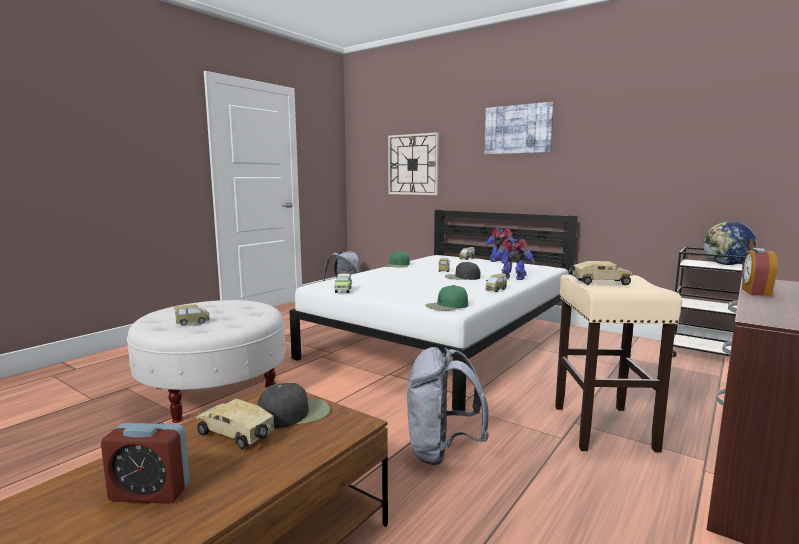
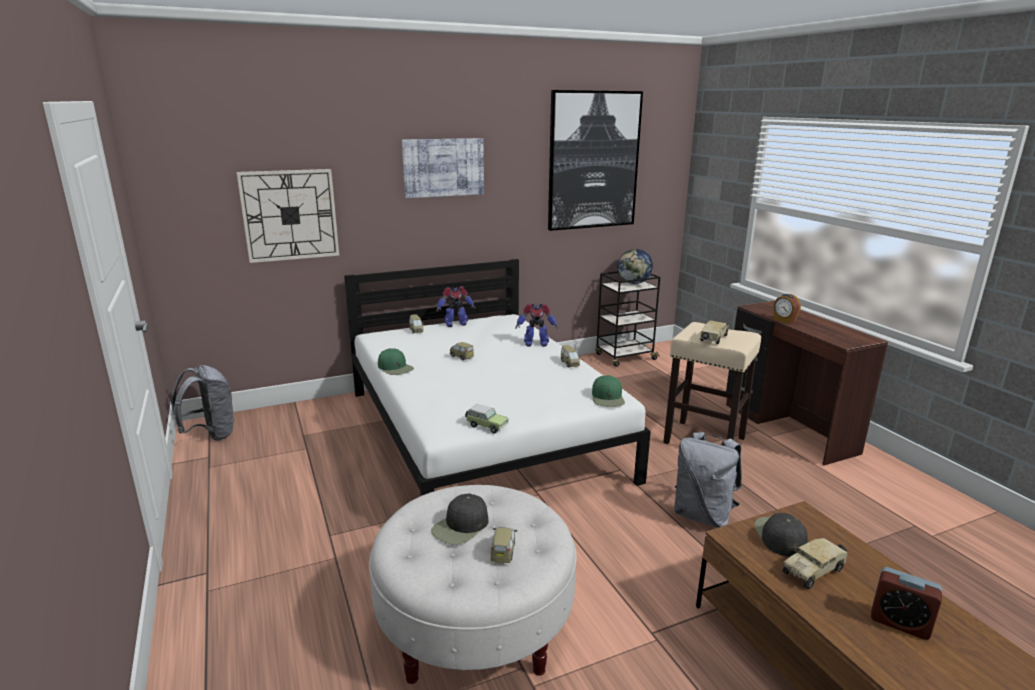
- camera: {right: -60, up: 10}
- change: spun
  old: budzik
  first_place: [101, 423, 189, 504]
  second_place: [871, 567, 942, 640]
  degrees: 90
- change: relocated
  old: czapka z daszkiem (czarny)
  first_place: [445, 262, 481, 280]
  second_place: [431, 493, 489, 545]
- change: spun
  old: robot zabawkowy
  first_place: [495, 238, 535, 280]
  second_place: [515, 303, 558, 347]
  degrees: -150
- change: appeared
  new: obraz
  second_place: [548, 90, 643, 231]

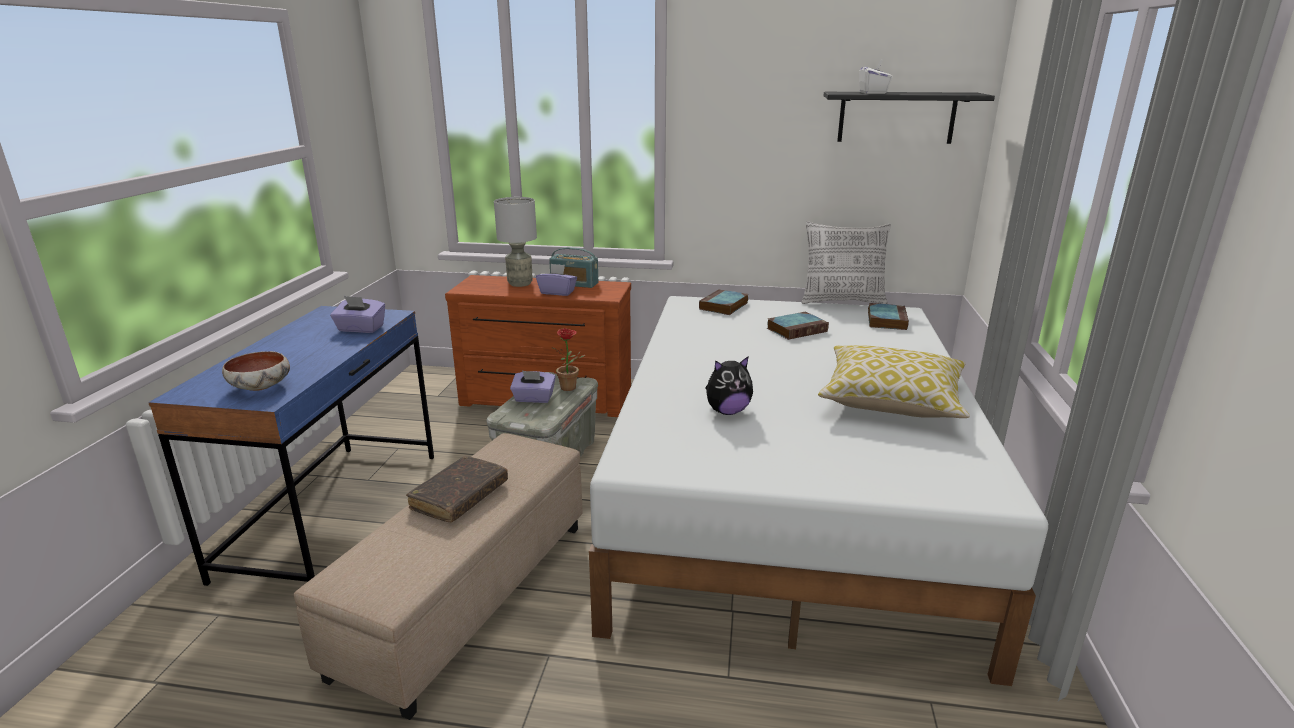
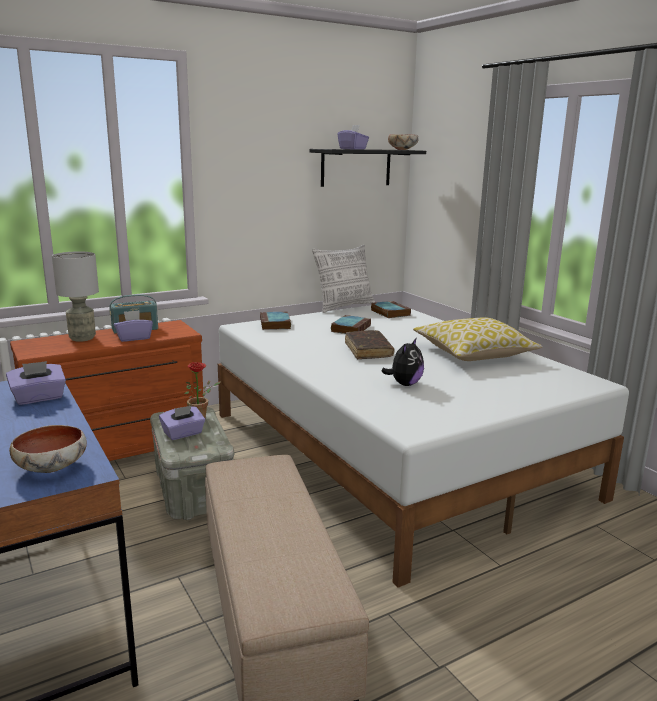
- camera: {right: -40, up: -5}
- change: relocated
  old: książka (brązowy)
  first_place: [406, 456, 508, 522]
  second_place: [345, 330, 394, 359]
- change: colour
  old: pudełko chusteczek (biały)
  new: pudełko chusteczek (fioletowy)
  first_place: [859, 59, 893, 94]
  second_place: [337, 125, 369, 150]
- change: appeared
  new: miska
  second_place: [388, 134, 418, 150]

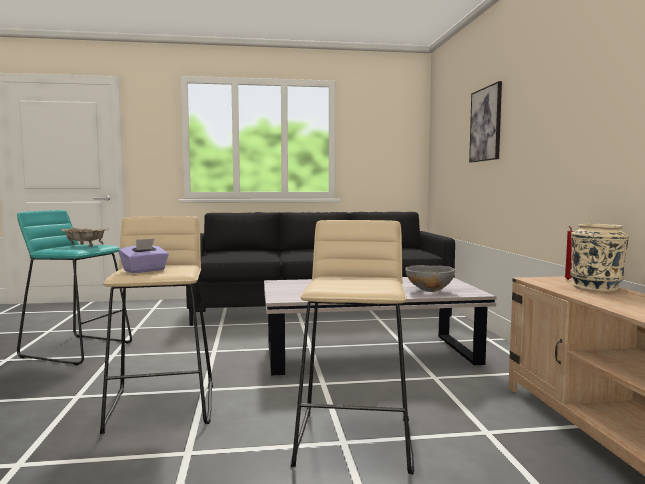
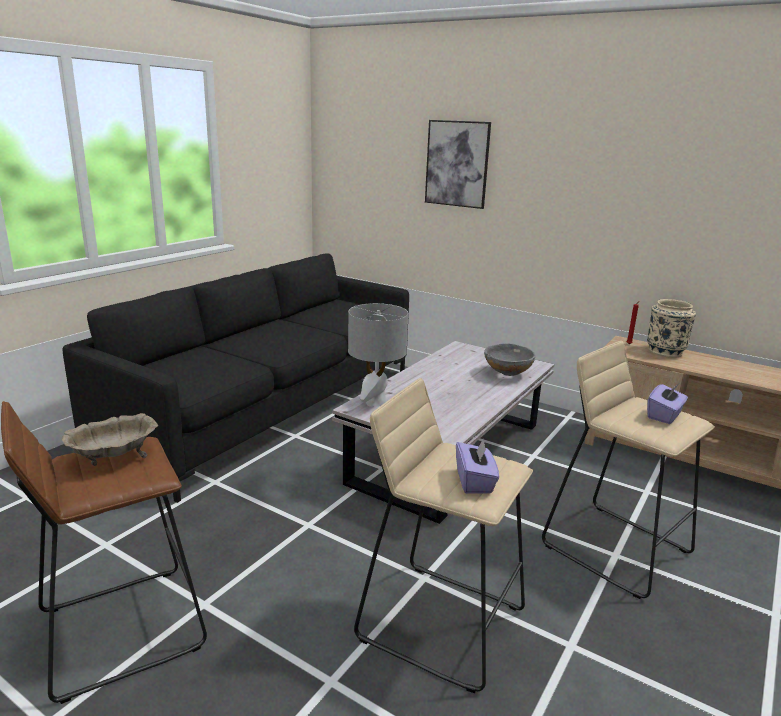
- camera: {right: -50, up: 15}
- change: colour
  old: stołek (turkusowy)
  new: stołek (brązowy)
  first_place: [17, 210, 132, 365]
  second_place: [1, 401, 207, 704]
- change: appeared
  new: lampa stołowa (szary)
  second_place: [348, 303, 408, 407]
- change: appeared
  new: pudełko chusteczek (fioletowy)
  second_place: [647, 384, 688, 424]

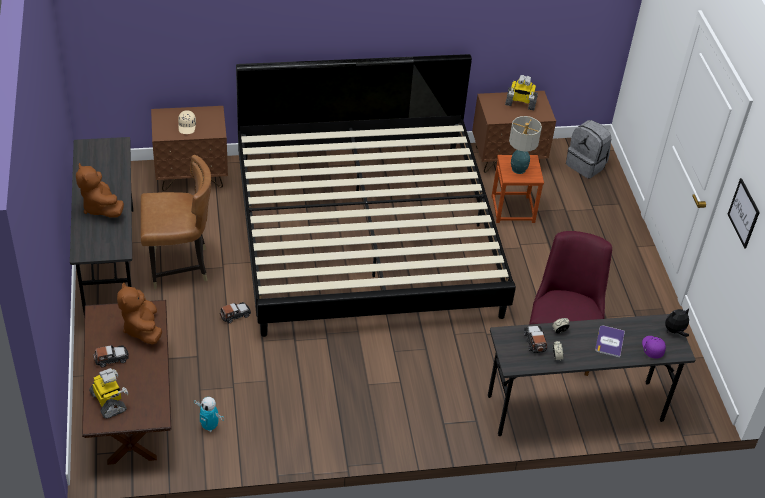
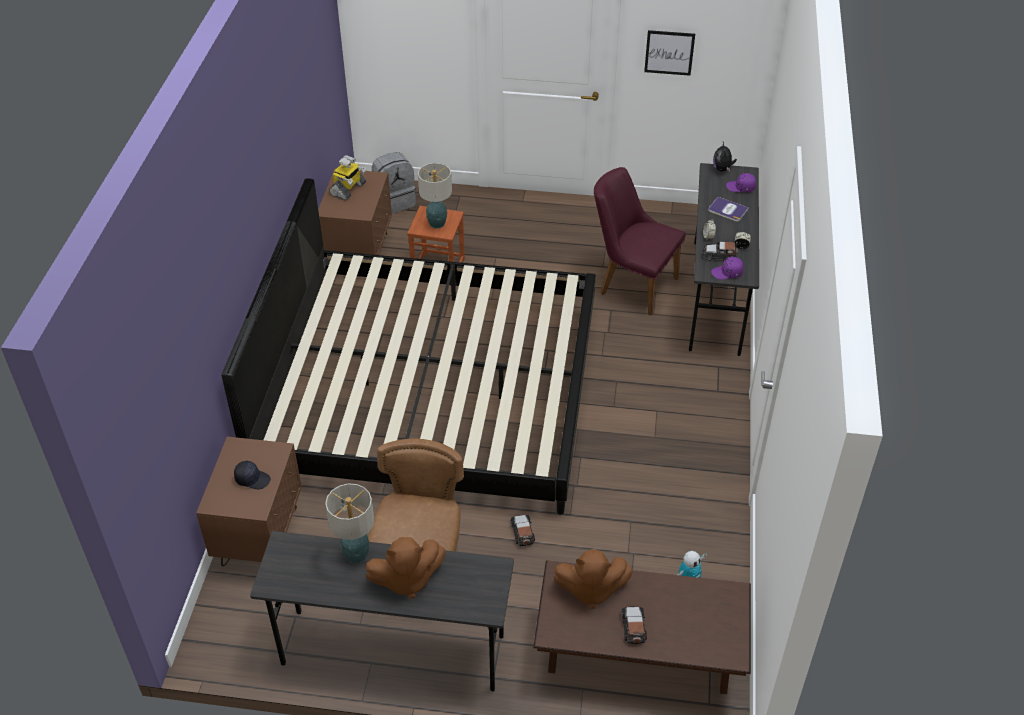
- camera: {right: -70, up: 0}
- change: missing
  old: robot zabawkowy
  first_place: [89, 368, 128, 419]
- change: colour
  old: czapka z daszkiem (beżowy)
  new: czapka z daszkiem (czarny)
  first_place: [178, 110, 196, 134]
  second_place: [234, 461, 271, 489]
- change: appeared
  new: lampa stołowa
  second_place: [325, 484, 374, 563]
- change: appeared
  new: czapka z daszkiem (fioletowy)
  second_place: [711, 257, 744, 280]

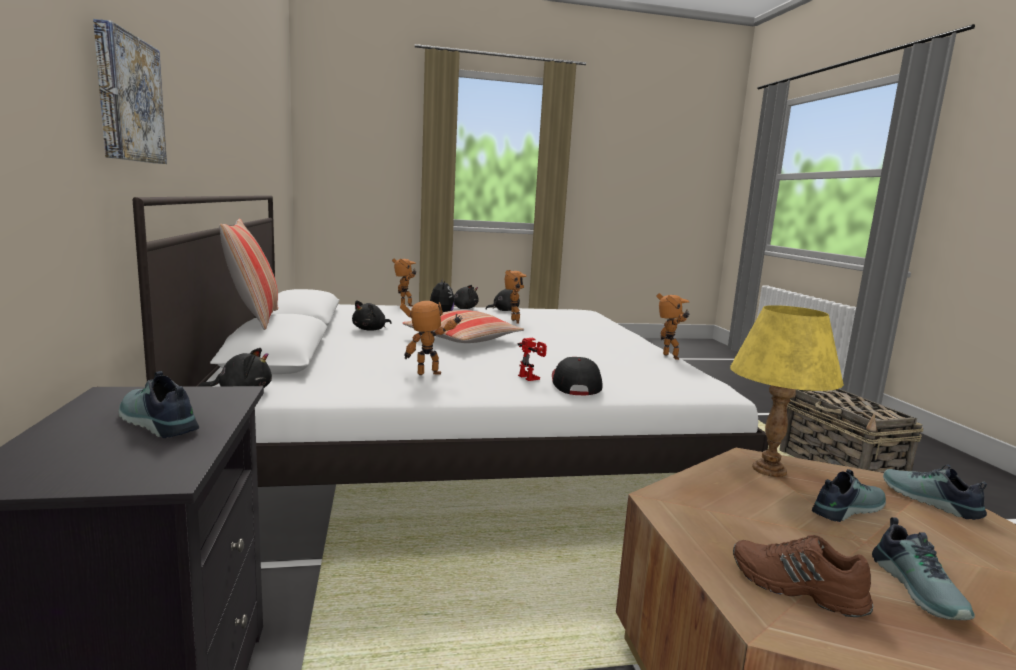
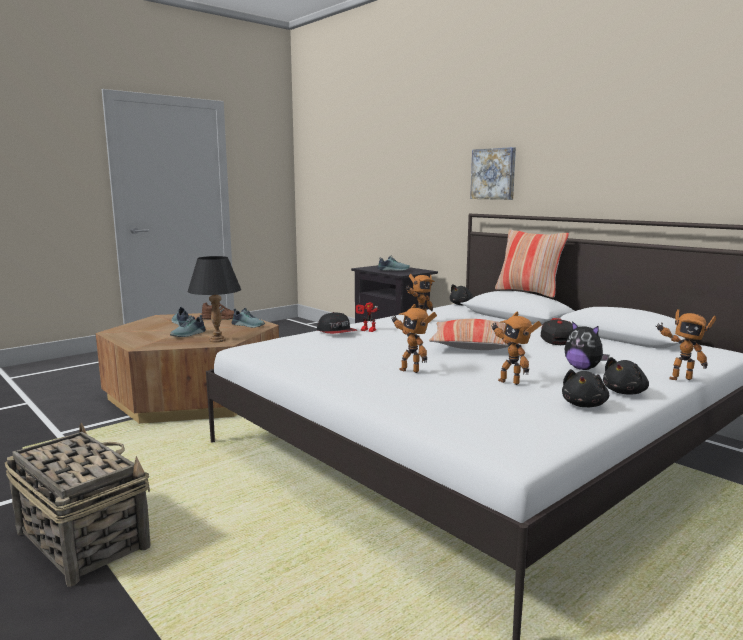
- camera: {right: 150, up: 0}
- change: exchanged
  old: pluszak (czarny)
  new: czapka z daszkiem
  first_place: [352, 300, 392, 331]
  second_place: [541, 318, 572, 345]
- change: relocated
  old: robot zabawkowy
  first_place: [656, 293, 690, 360]
  second_place: [391, 304, 437, 373]
- change: colour
  old: lampa stołowa (żółty)
  new: lampa stołowa (czarny)
  first_place: [730, 305, 844, 477]
  second_place: [188, 256, 241, 342]
- change: relocated
  old: but
  first_place: [883, 465, 987, 520]
  second_place: [232, 308, 265, 328]

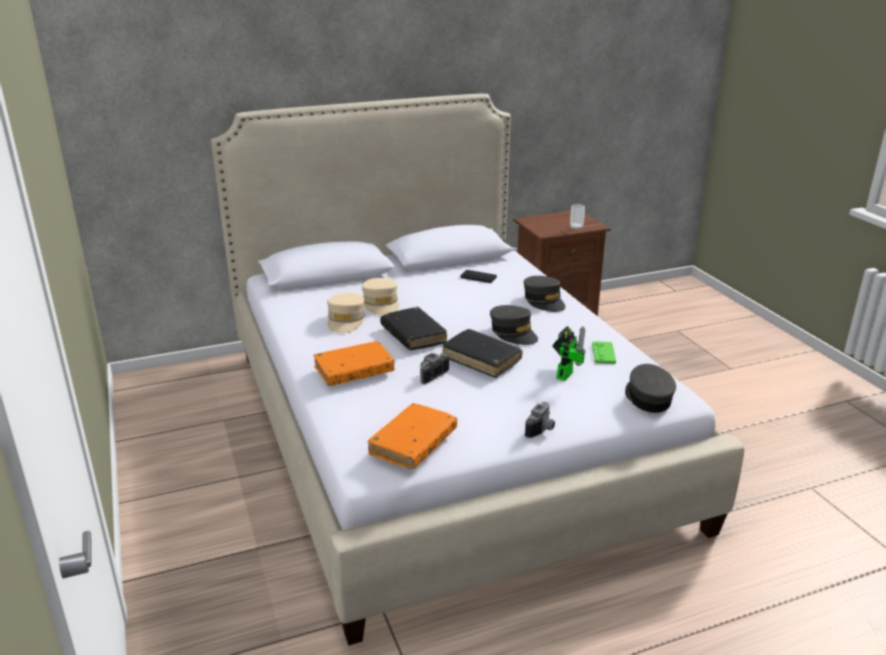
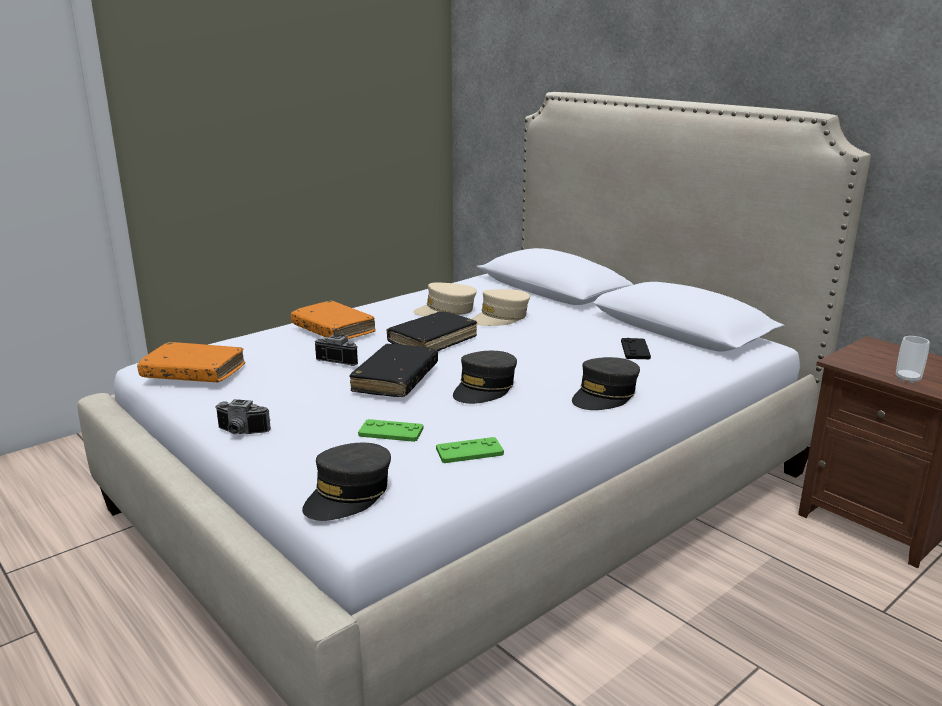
- camera: {right: 70, up: -5}
- change: exchanged
  old: robot zabawkowy
  new: pad do gier (zielony)
  first_place: [552, 326, 586, 381]
  second_place: [358, 419, 423, 442]
- change: spun
  old: czapka z daszkiem (szary)
  first_place: [625, 364, 676, 413]
  second_place: [302, 443, 391, 521]
  degrees: 150

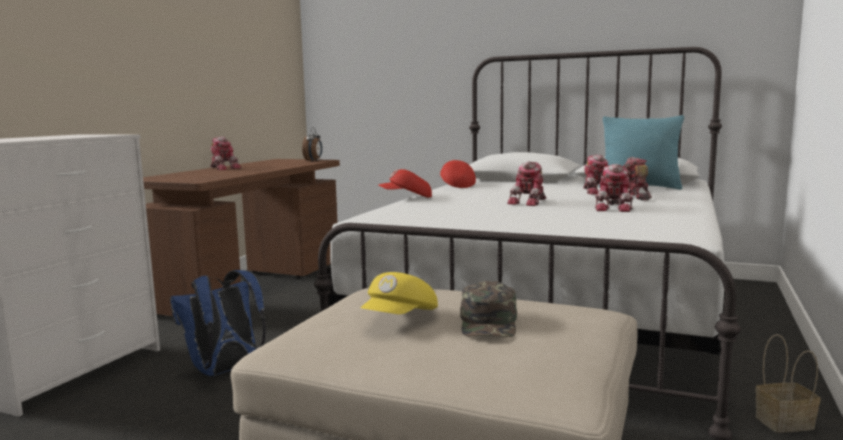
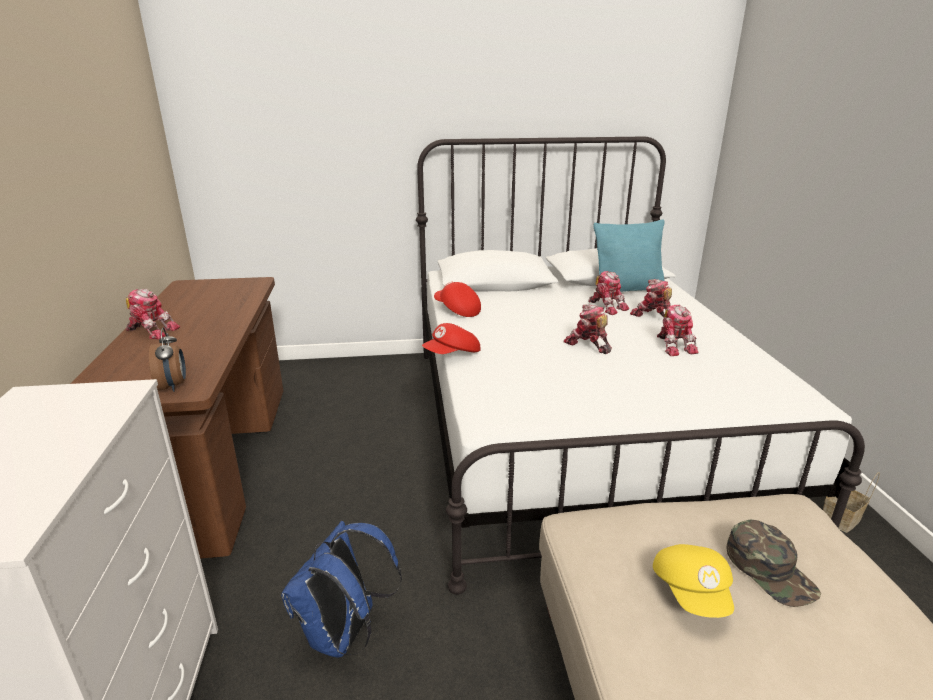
- camera: {right: -30, up: 15}
- change: relocated
  old: budzik
  first_place: [302, 128, 322, 161]
  second_place: [149, 328, 186, 392]
- change: spun
  old: robot zabawkowy
  first_place: [507, 161, 546, 206]
  second_place: [563, 304, 612, 354]
  degrees: 135

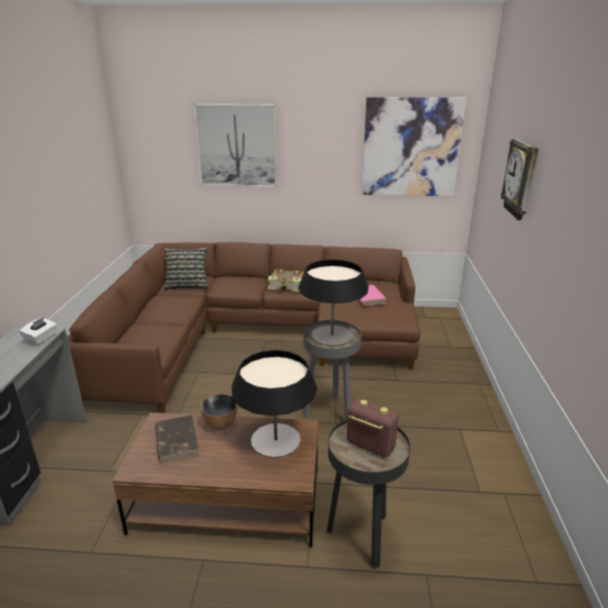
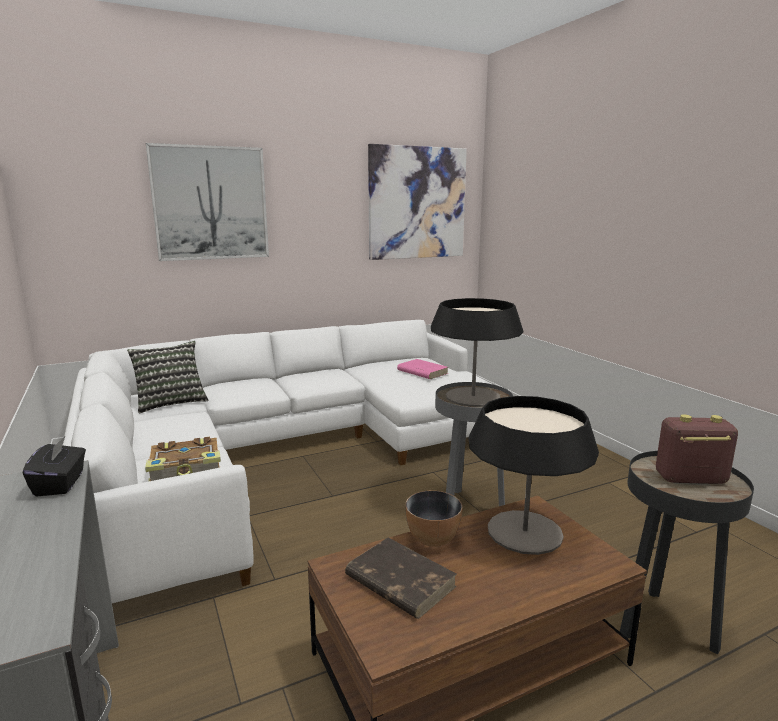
- camera: {right: -30, up: -10}
- change: colour
  old: pudełko chusteczek (biały)
  new: pudełko chusteczek (czarny)
  first_place: [19, 317, 57, 345]
  second_place: [23, 436, 86, 497]
- change: colour
  old: kanapa (brązowy)
  new: kanapa (biały)
  first_place: [67, 242, 420, 413]
  second_place: [63, 320, 491, 603]
- change: relocated
  old: książka
  first_place: [268, 269, 304, 292]
  second_place: [145, 437, 221, 482]
- change: missing
  old: zegar ścienny
  first_place: [501, 139, 539, 220]

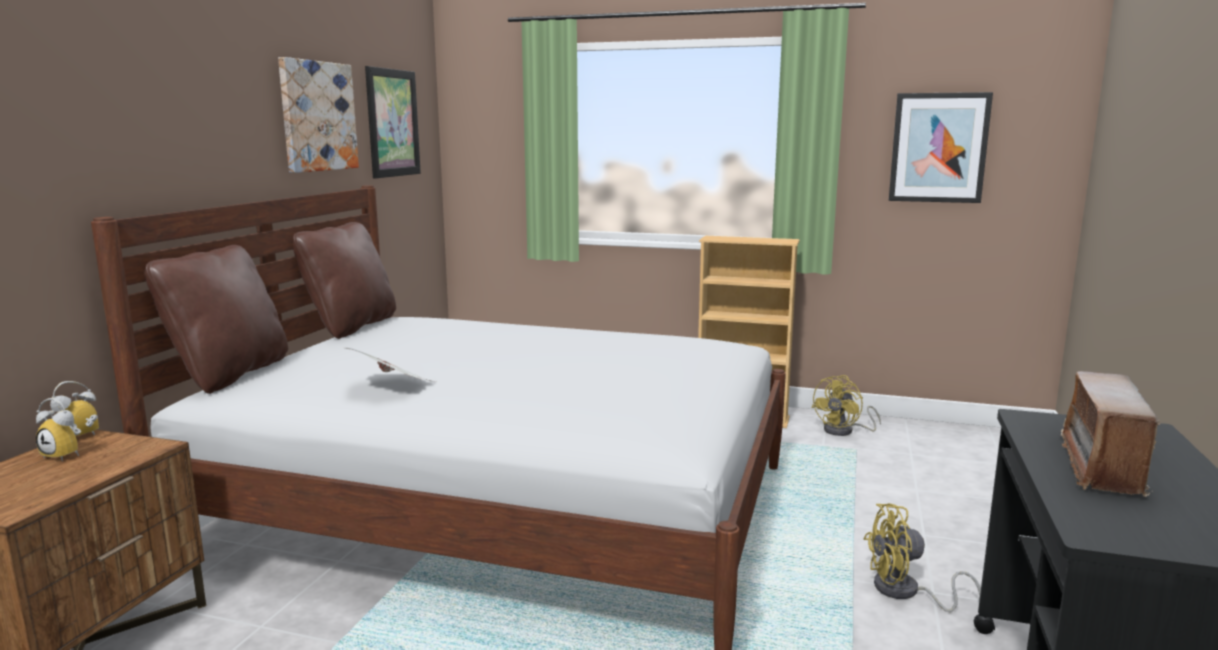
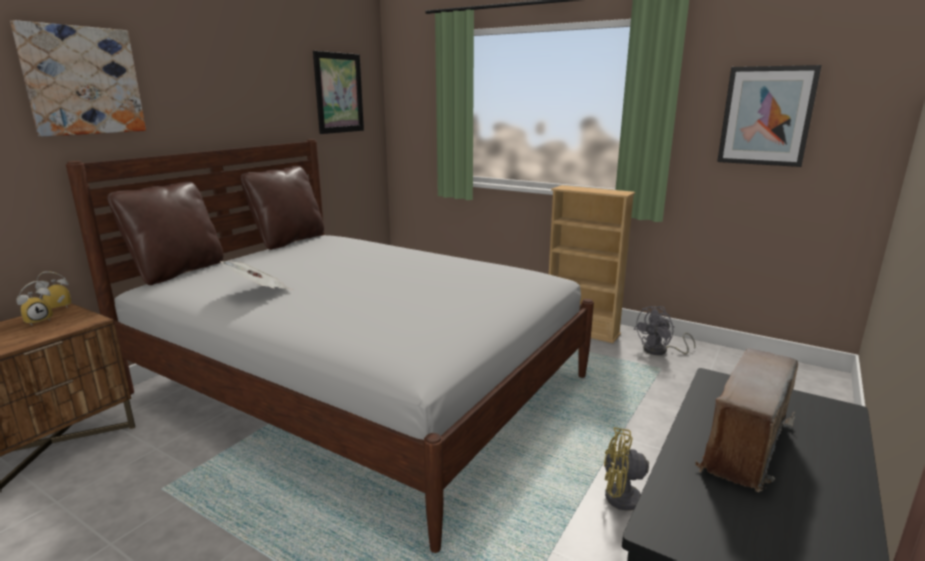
- camera: {right: 15, up: 5}
- change: spun
  old: budzik
  first_place: [36, 398, 81, 461]
  second_place: [16, 281, 53, 325]
  degrees: -90
- change: relocated
  old: obraz
  first_place: [278, 57, 359, 173]
  second_place: [10, 20, 146, 137]
- change: colour
  old: wentylator (żółty)
  new: wentylator (szary)
  first_place: [811, 375, 881, 436]
  second_place: [633, 306, 696, 355]

